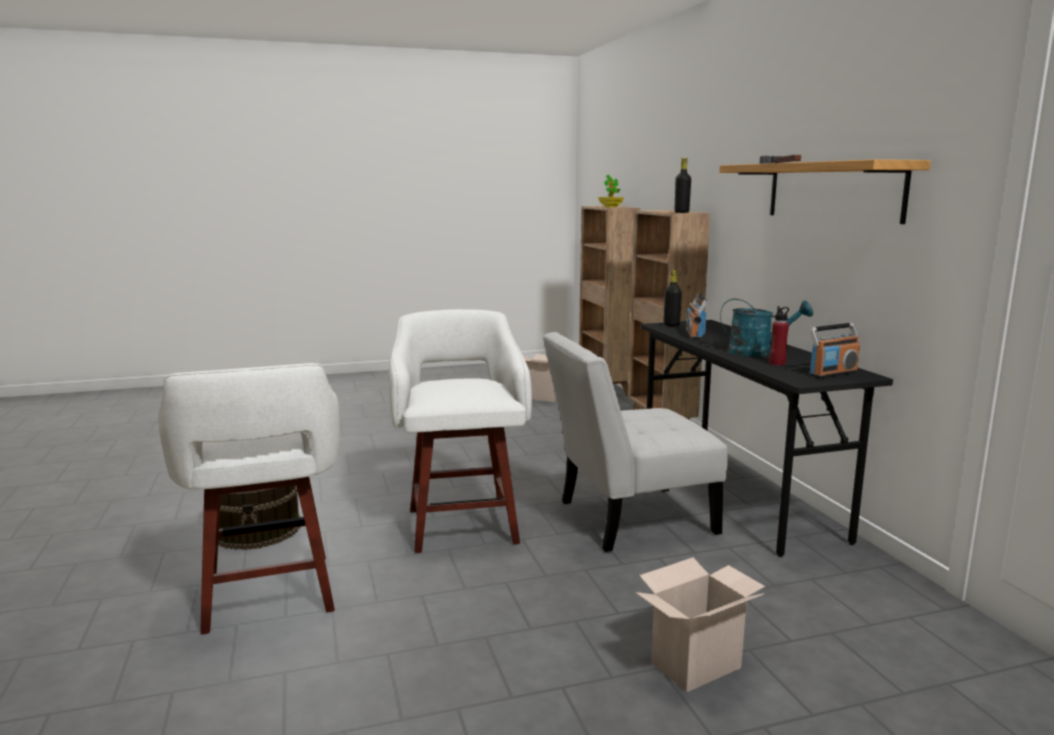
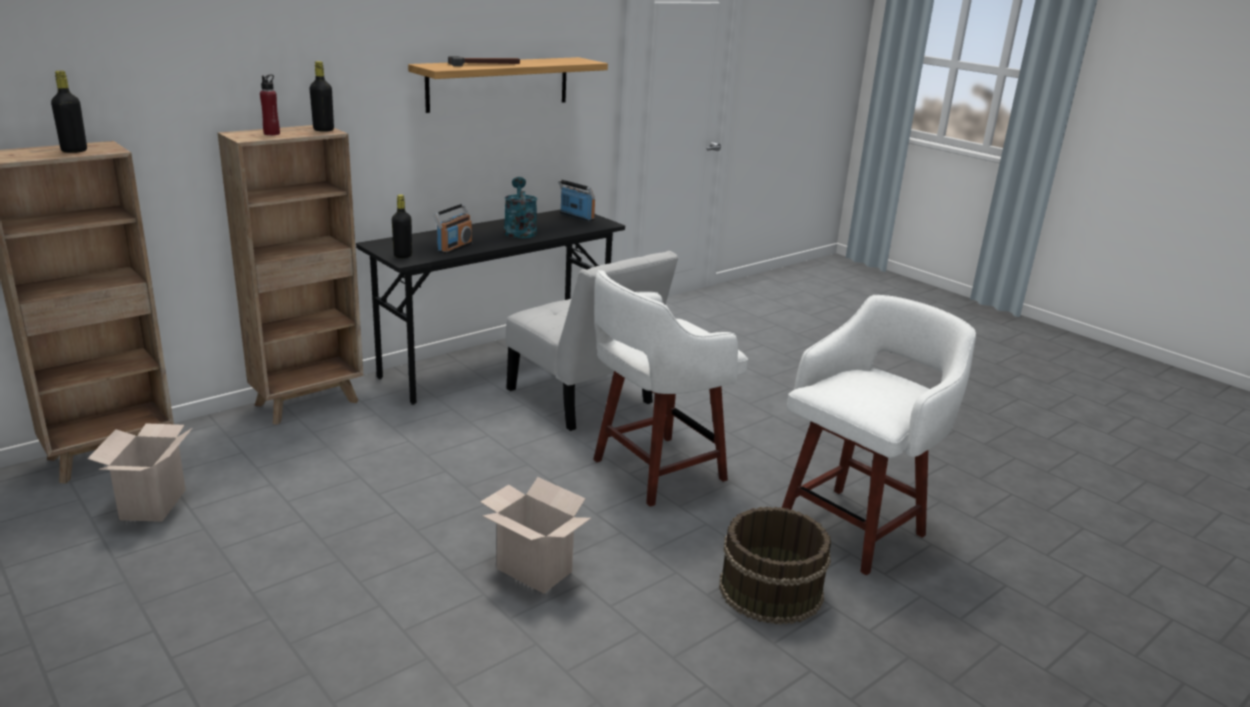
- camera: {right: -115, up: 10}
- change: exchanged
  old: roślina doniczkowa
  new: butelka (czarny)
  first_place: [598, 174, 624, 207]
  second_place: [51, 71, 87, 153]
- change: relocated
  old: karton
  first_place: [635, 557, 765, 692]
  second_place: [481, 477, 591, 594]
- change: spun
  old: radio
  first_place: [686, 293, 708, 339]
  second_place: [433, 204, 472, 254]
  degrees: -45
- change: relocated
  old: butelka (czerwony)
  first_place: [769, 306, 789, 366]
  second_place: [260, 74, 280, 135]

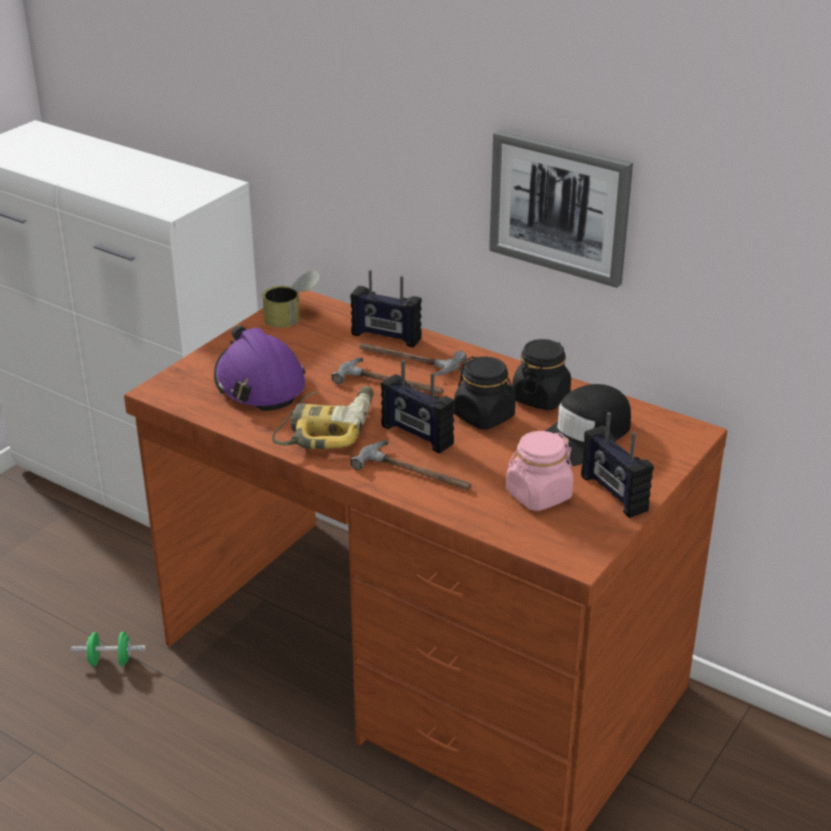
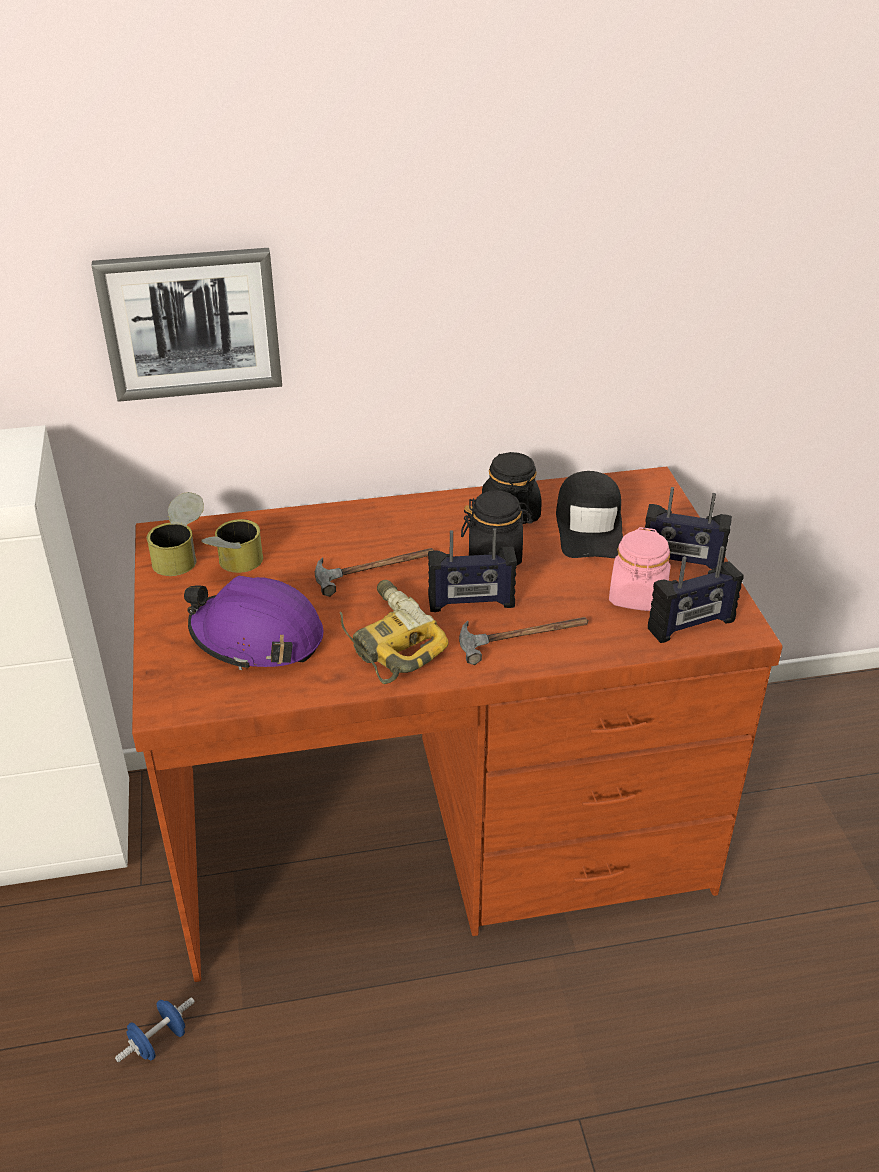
- camera: {right: -45, up: 5}
- change: colour
  old: hantel (zielony)
  new: hantel (niebieski)
  first_place: [71, 632, 146, 666]
  second_place: [115, 997, 195, 1062]
- change: relocated
  old: radio
  first_place: [350, 270, 422, 347]
  second_place: [648, 546, 744, 643]
- change: missing
  old: młotek
  first_place: [359, 343, 466, 376]
- change: relocated
  old: obraz
  first_place: [489, 130, 633, 288]
  second_place: [92, 248, 282, 402]
- change: appeared
  new: puszka
  second_place: [201, 519, 263, 573]

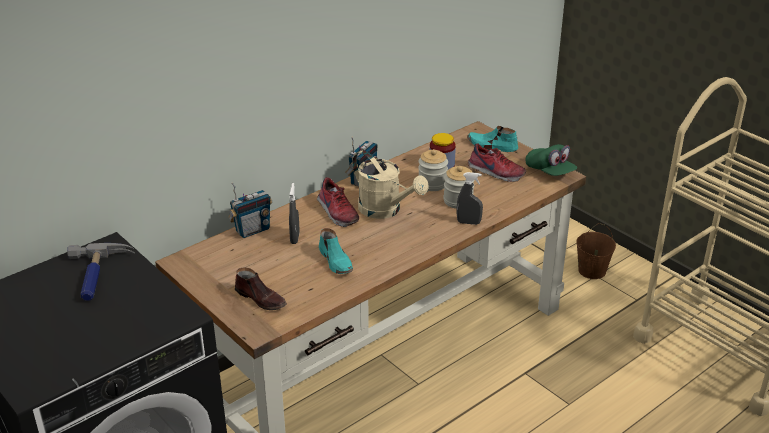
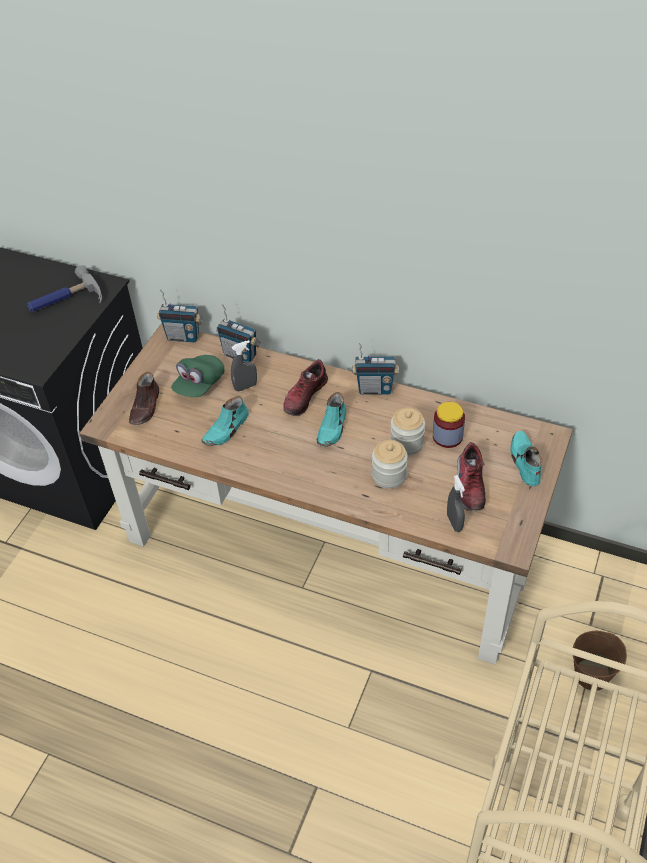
- camera: {right: 65, up: 15}
- change: exchanged
  old: konewka (beżowy)
  new: but (turkusowy)
  first_place: [352, 150, 429, 219]
  second_place: [317, 392, 346, 447]
- change: relocated
  old: spryskiwacz (szary)
  first_place: [457, 172, 483, 225]
  second_place: [447, 475, 465, 532]
- change: relocated
  old: czapka z daszkiem (zielony)
  first_place: [526, 144, 577, 176]
  second_place: [171, 355, 224, 397]
- change: appeared
  new: radio
  second_place: [157, 289, 202, 343]

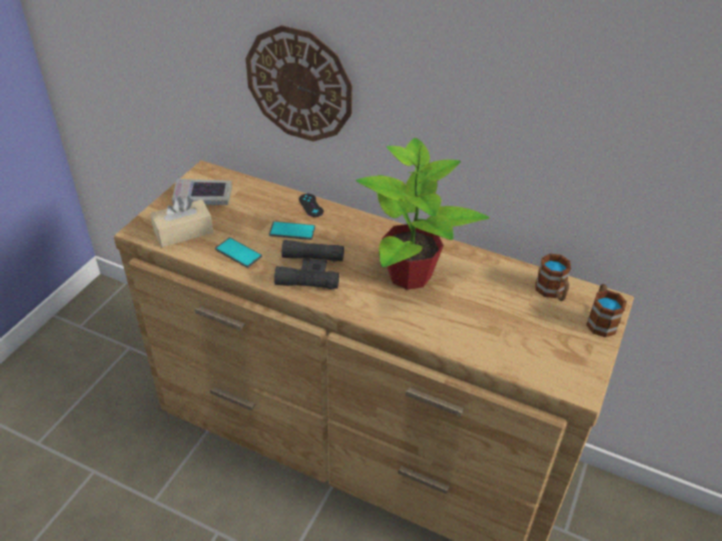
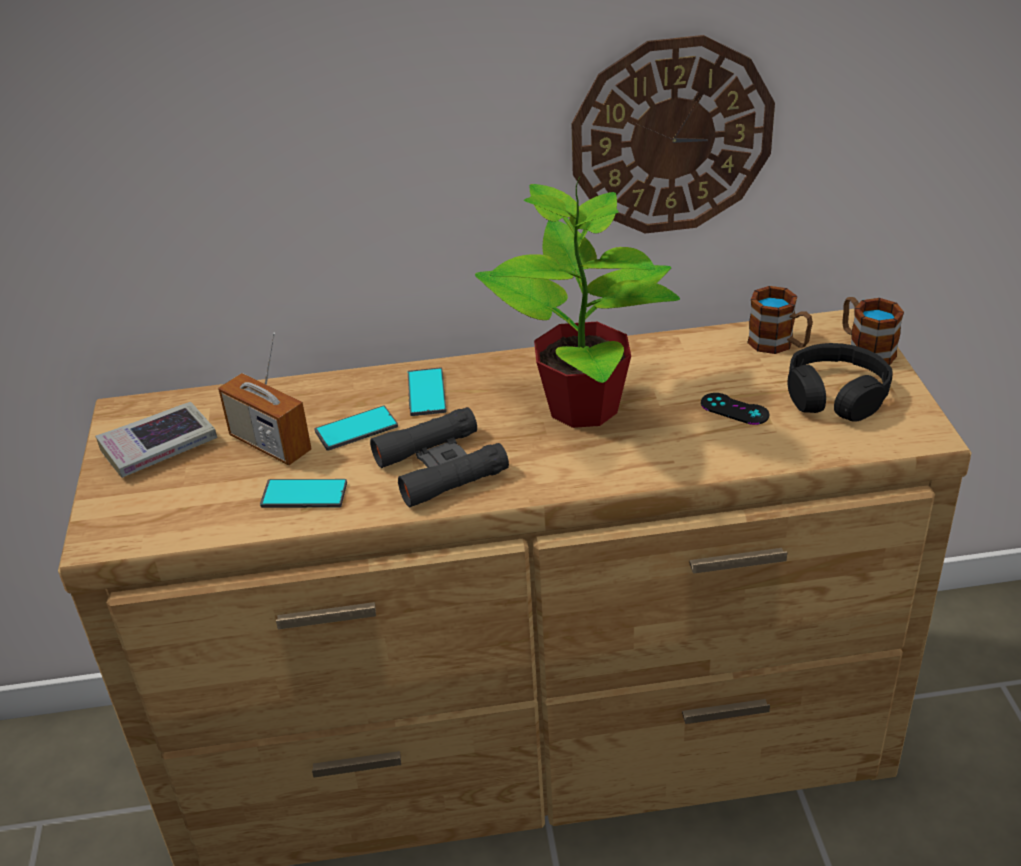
- camera: {right: -30, up: -5}
- change: missing
  old: pudełko chusteczek (beżowy)
  first_place: [150, 196, 213, 247]
- change: relocated
  old: zegar ścienny
  first_place: [246, 25, 352, 141]
  second_place: [571, 35, 775, 234]
- change: relocated
  old: pad do gier (czarny)
  first_place: [299, 194, 324, 217]
  second_place: [701, 393, 769, 425]
- change: appeared
  new: radio
  second_place: [218, 333, 312, 465]
- change: appeared
  new: telefon
  second_place: [408, 367, 447, 416]
- change: appeared
  new: słuchawki (czarny)
  second_place: [788, 343, 893, 422]

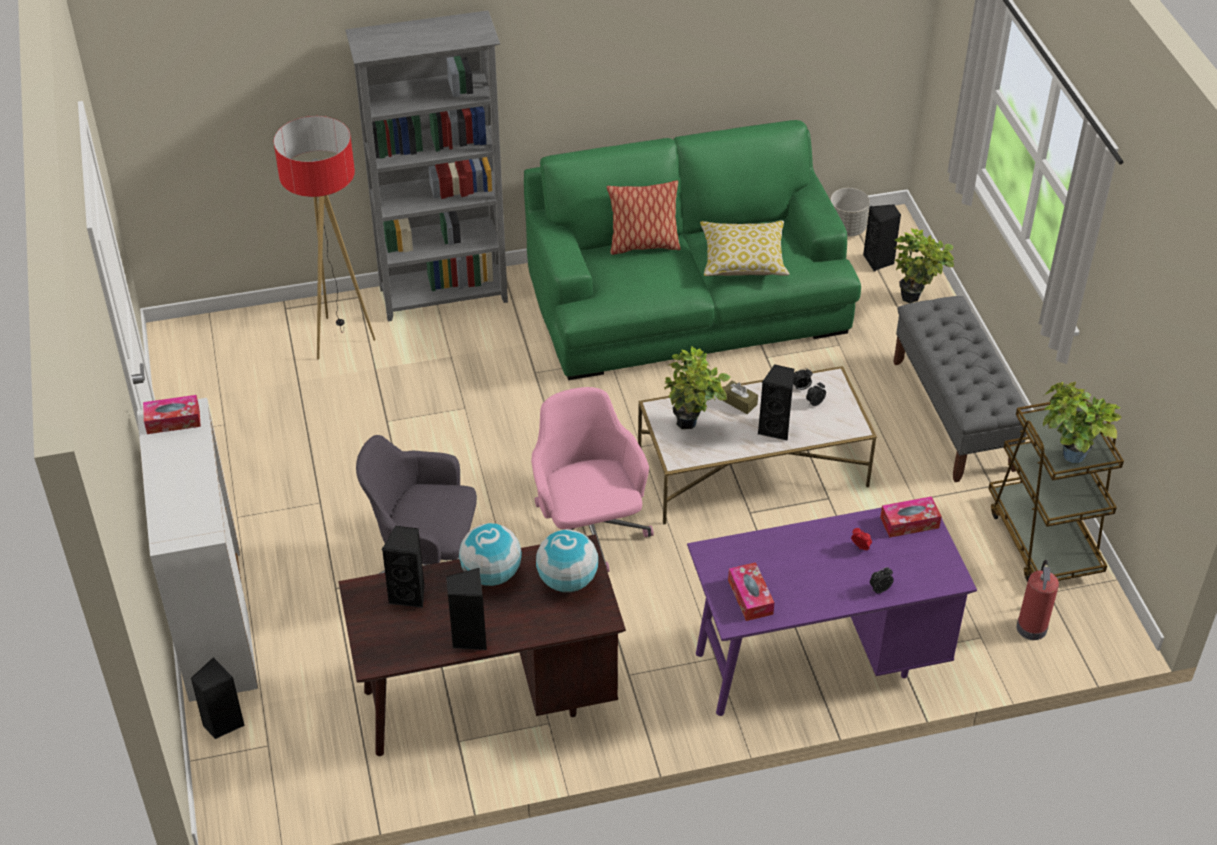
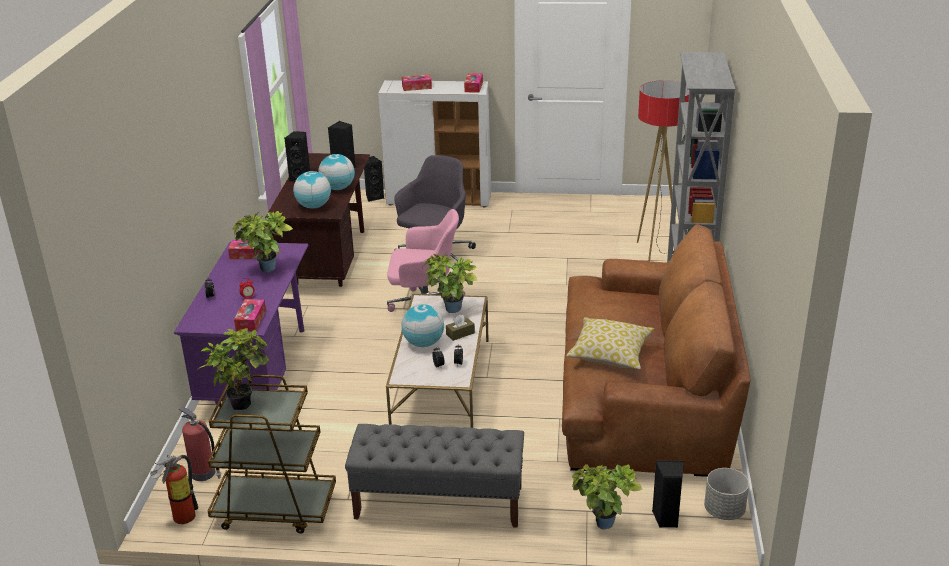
- camera: {right: 110, up: -15}
- change: colour
  old: kanapa (zielony)
  new: kanapa (brązowy)
  first_place: [524, 120, 861, 380]
  second_place: [562, 225, 751, 477]
- change: missing
  old: poduszka
  first_place: [607, 181, 681, 255]
- change: exchanged
  old: głośnik (czarny)
  new: globus
  first_place: [758, 364, 794, 441]
  second_place: [401, 304, 444, 347]
- change: appeared
  new: gaśnica
  second_place: [150, 455, 198, 524]
- change: appeared
  new: roślina doniczkowa
  second_place: [233, 211, 293, 272]
- change: appeared
  new: pudełko chusteczek
  second_place: [402, 75, 432, 91]

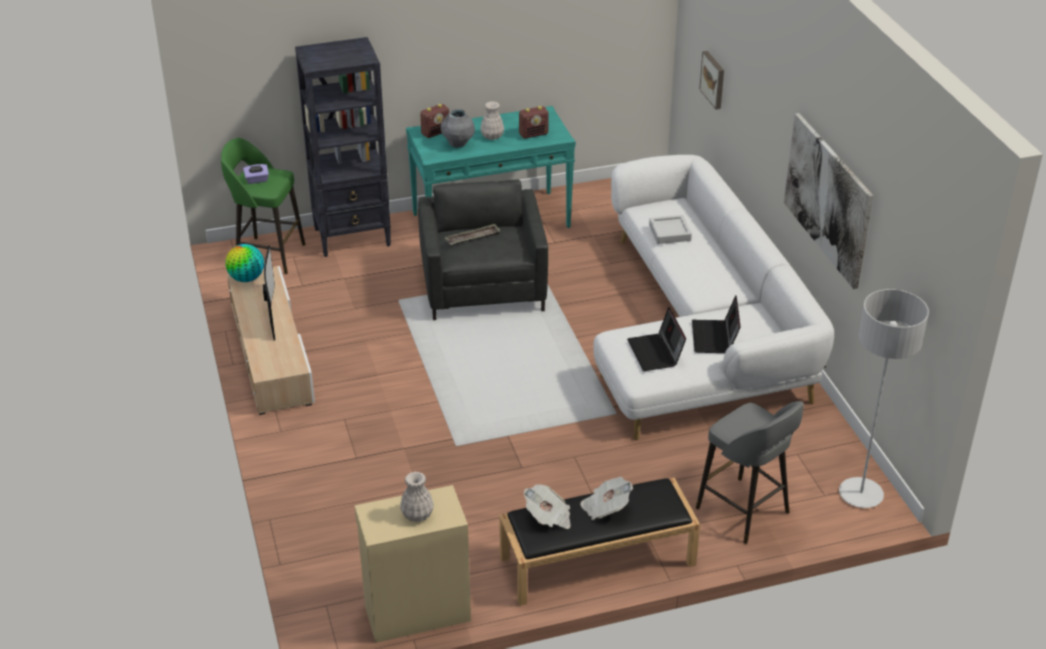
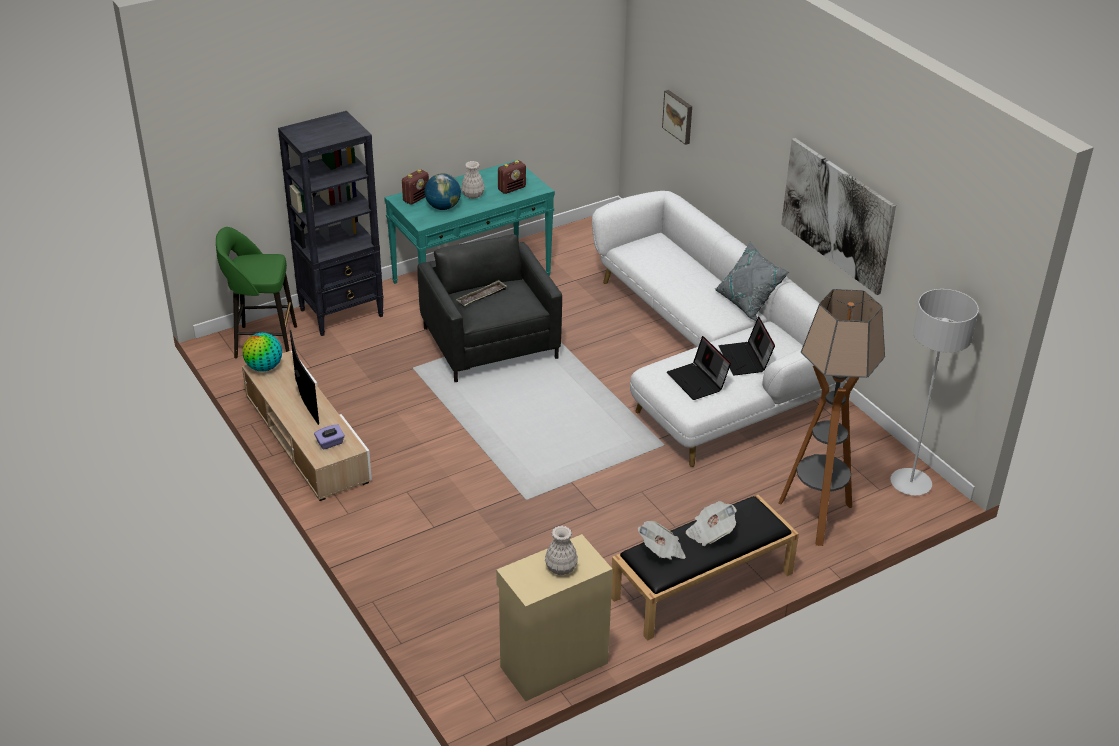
- camera: {right: -15, up: 0}
- change: relocated
  old: pudełko chusteczek (fioletowy)
  first_place: [243, 164, 269, 184]
  second_place: [314, 425, 345, 450]
- change: exchanged
  old: wazon (szary)
  new: globus
  first_place: [441, 109, 475, 147]
  second_place: [424, 173, 461, 210]
- change: missing
  old: taca (szary)
  first_place: [649, 215, 692, 244]
- change: exchanged
  old: stołek (szary)
  new: lampa stojąca
  first_place: [696, 401, 804, 544]
  second_place: [779, 289, 885, 546]
- change: appeared
  new: poduszka (szary)
  second_place: [715, 242, 790, 321]

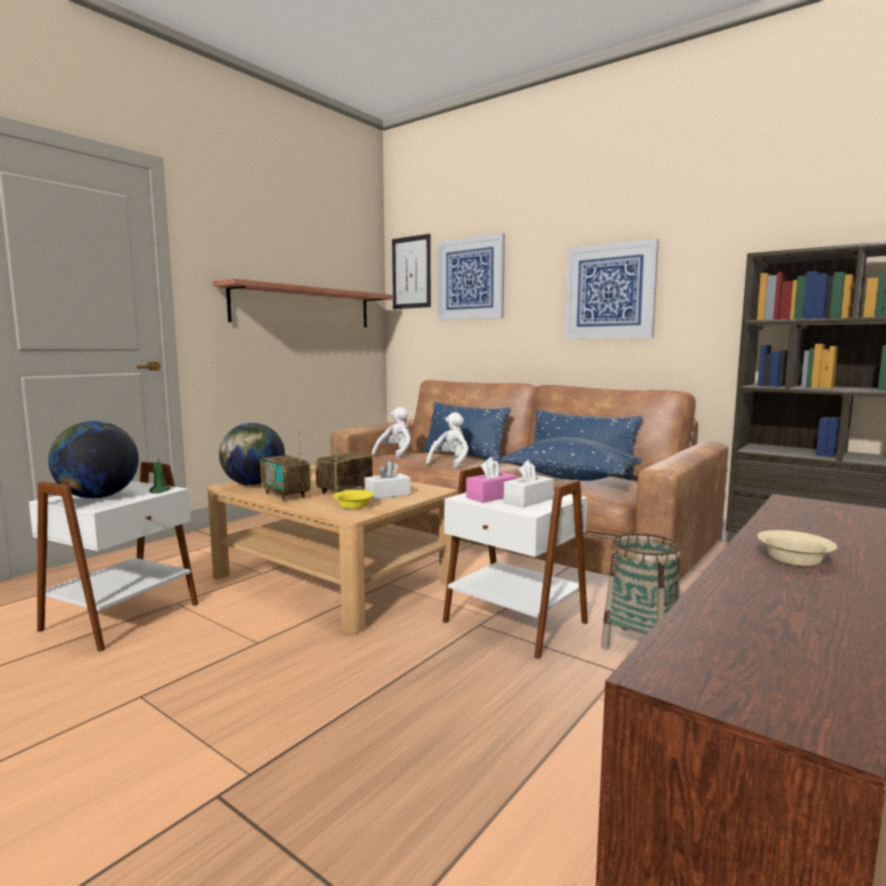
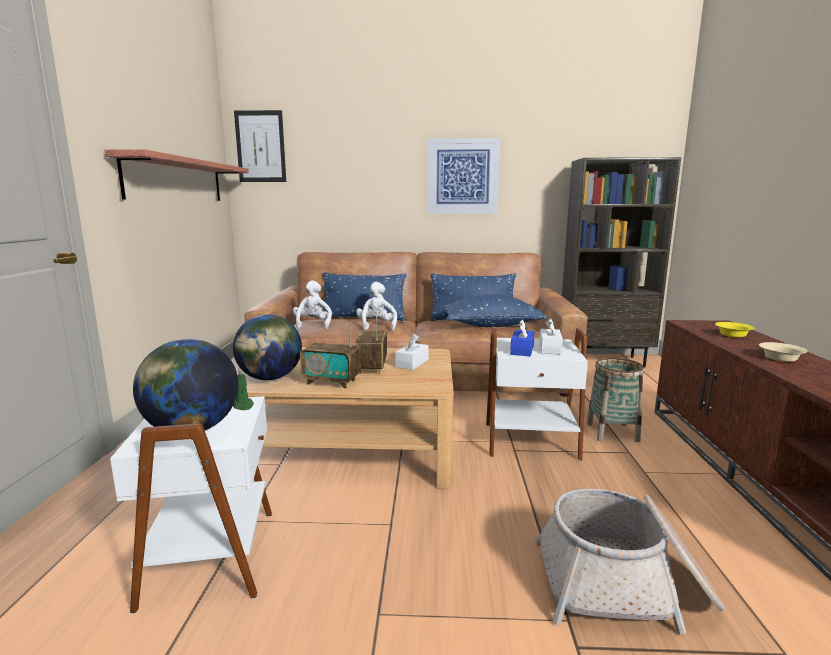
- camera: {right: -35, up: 5}
- change: relocated
  old: miska (żółty)
  first_place: [333, 490, 374, 509]
  second_place: [715, 322, 754, 337]
- change: missing
  old: obraz
  first_place: [437, 233, 505, 320]
- change: colour
  old: pudełko chusteczek (różowy)
  new: pudełko chusteczek (niebieski)
  first_place: [466, 457, 517, 503]
  second_place: [510, 320, 534, 356]
- change: appeared
  new: koszyk
  second_place: [536, 489, 725, 635]

